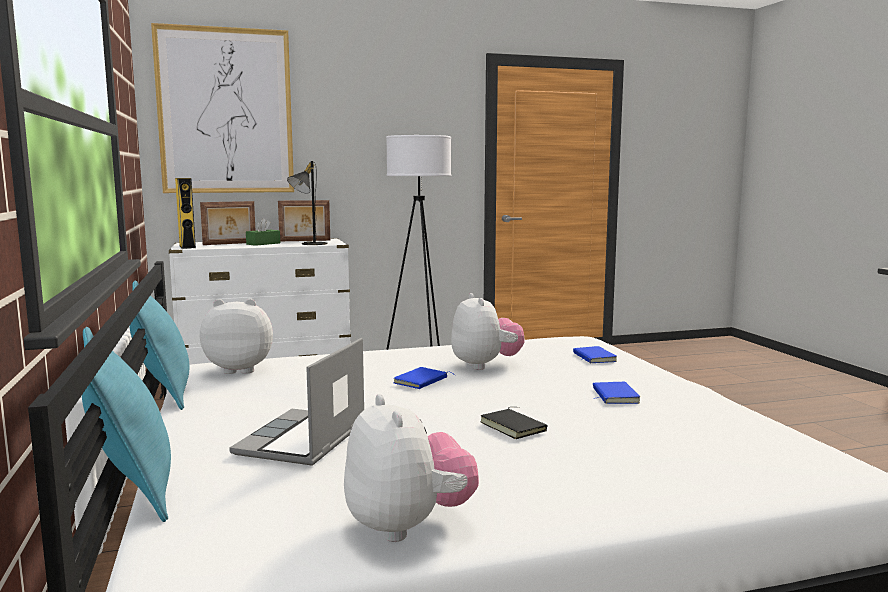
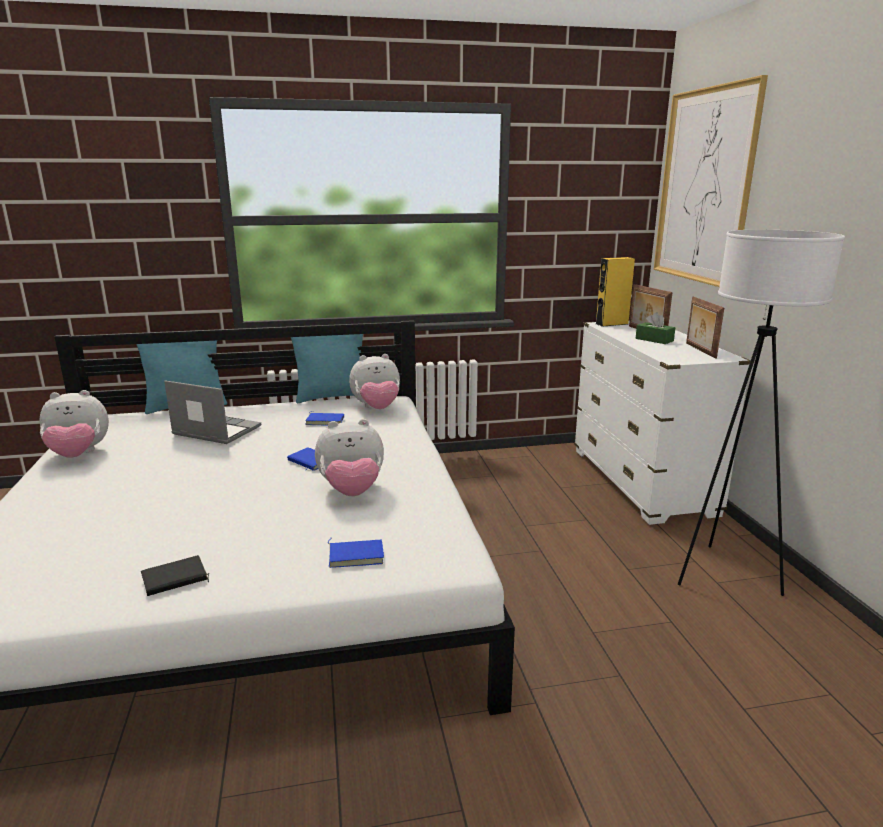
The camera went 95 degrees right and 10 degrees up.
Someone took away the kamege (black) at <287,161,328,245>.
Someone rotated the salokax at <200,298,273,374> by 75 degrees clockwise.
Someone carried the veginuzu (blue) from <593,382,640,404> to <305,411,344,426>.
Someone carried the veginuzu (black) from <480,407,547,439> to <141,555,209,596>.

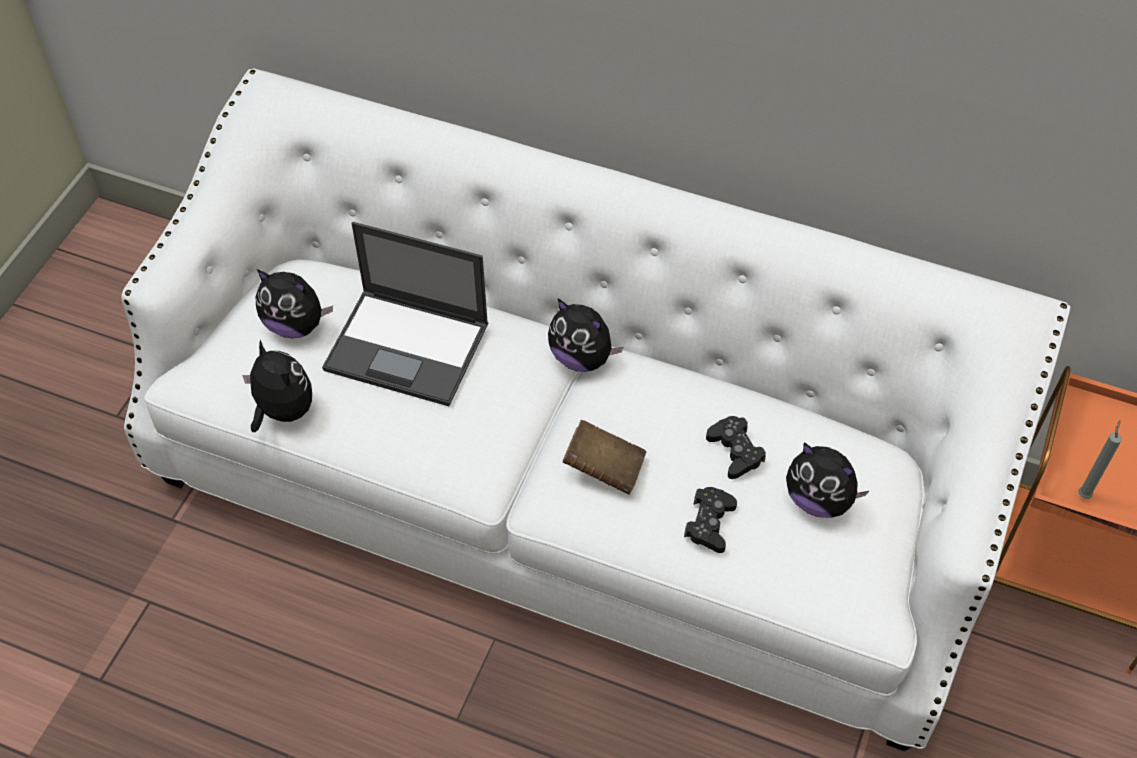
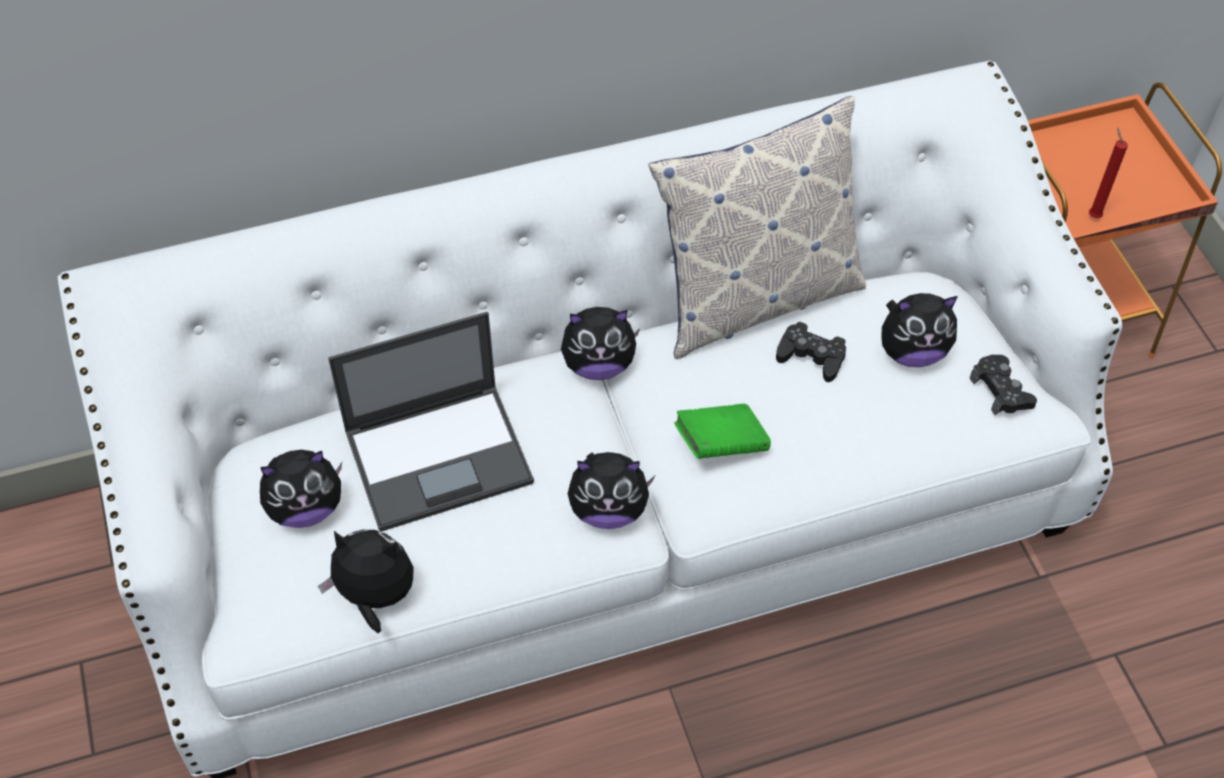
The camera went 40 degrees left and 0 degrees up.
Someone repainted the veginuzu (brown) at <563,420,646,494>, which became the veginuzu (green) at <674,404,771,459>.
Someone repainted the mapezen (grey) at <1078,420,1122,499>, which became the mapezen (red) at <1089,127,1128,218>.
Someone carried the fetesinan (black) from <684,487,737,553> to <970,355,1037,415>.
Someone put down the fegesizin at <648,96,866,359>.
Someone put down the salokax at <568,452,655,529>.

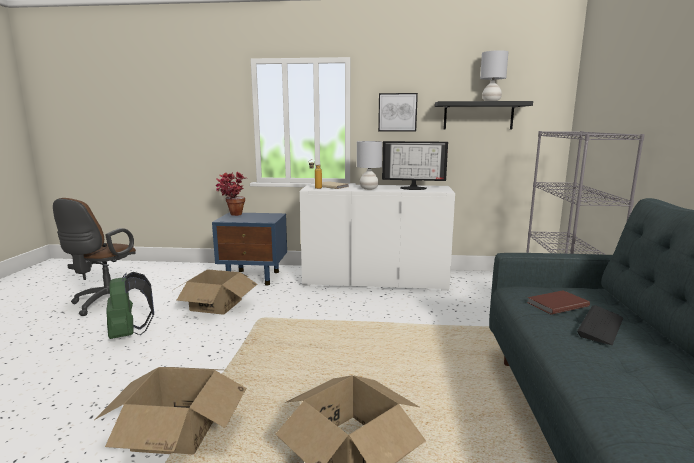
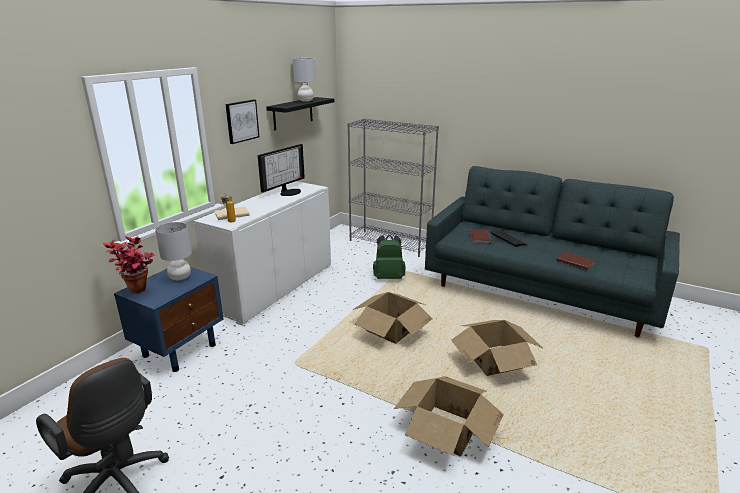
The camera went 65 degrees left and 10 degrees up.
Someone carried the kamege (grey) from <357,141,382,190> to <155,222,192,280>.
Someone carried the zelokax from <173,270,257,315> to <353,292,432,344>.
Someone carried the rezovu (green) from <106,272,154,339> to <373,235,406,279>.
Someone put down the veginuzu (brown) at <556,252,595,270>.

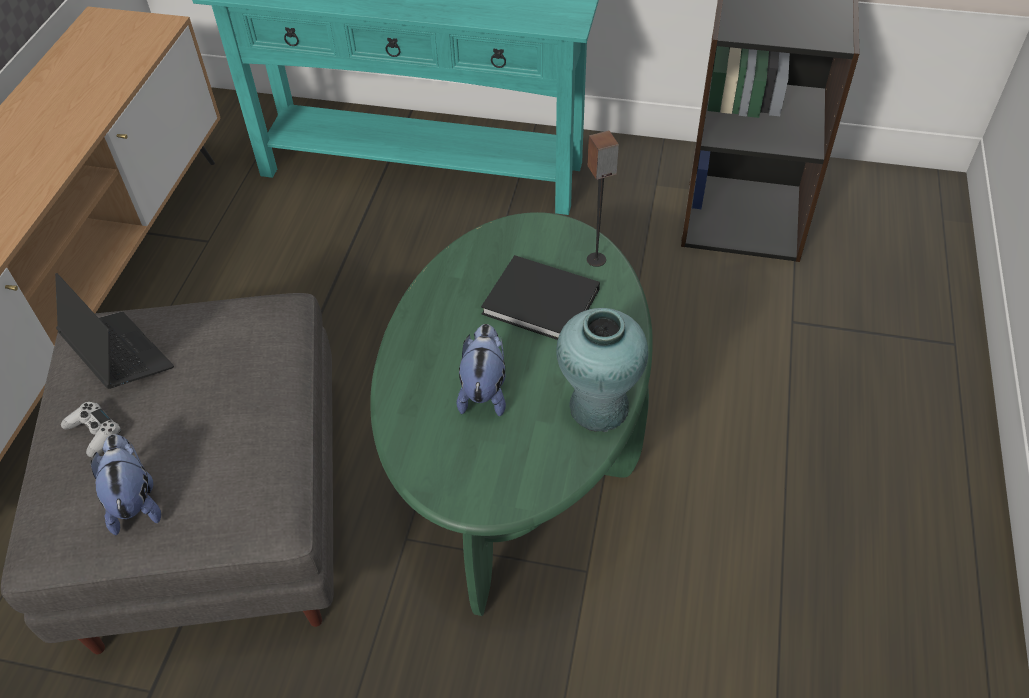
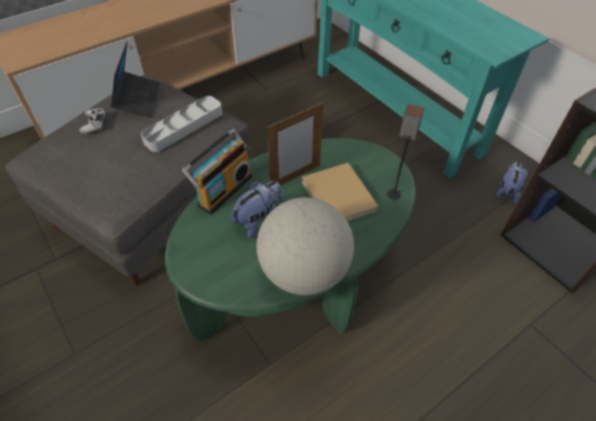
The camera went 40 degrees right and 0 degrees up.
Someone repainted the veginuzu (black) at <481,255,600,340>, which became the veginuzu (beige) at <301,163,378,221>.
Someone swapped the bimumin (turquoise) at <556,308,648,432> for the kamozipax at <257,197,354,295>.
Someone carried the salokax from <91,434,161,535> to <495,162,528,204>.
Someone put down the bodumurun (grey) at <141,96,222,152>.
Someone put down the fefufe at <267,103,323,186>.
Someone put down the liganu at <182,129,252,214>.

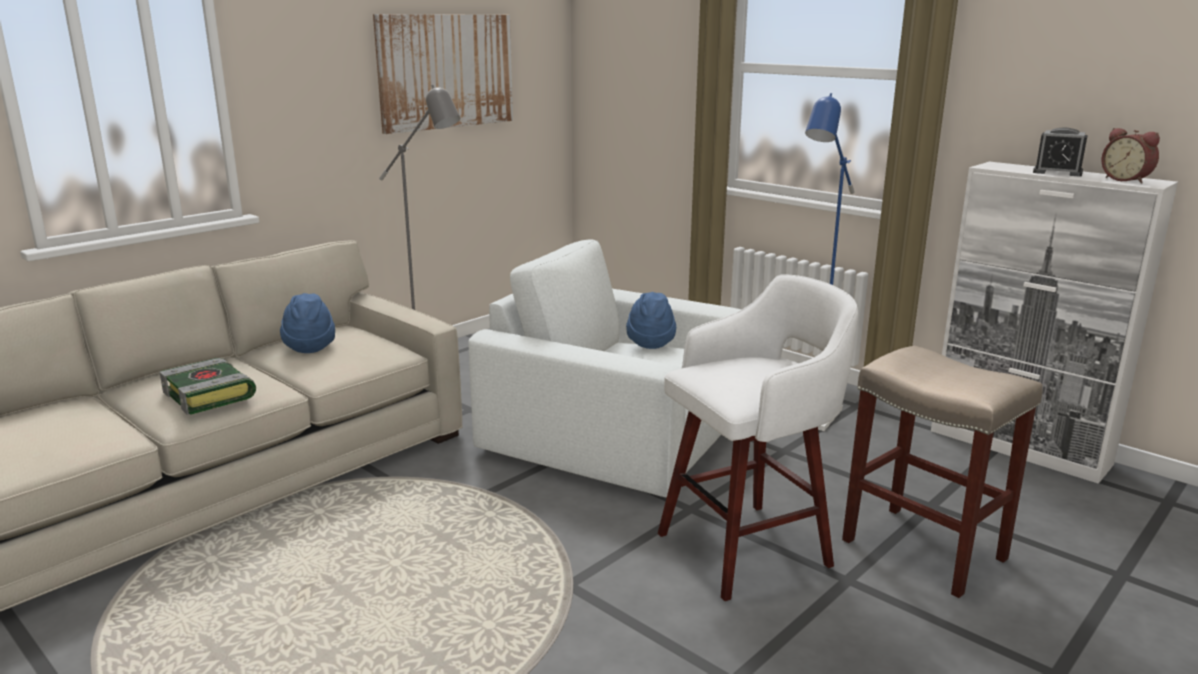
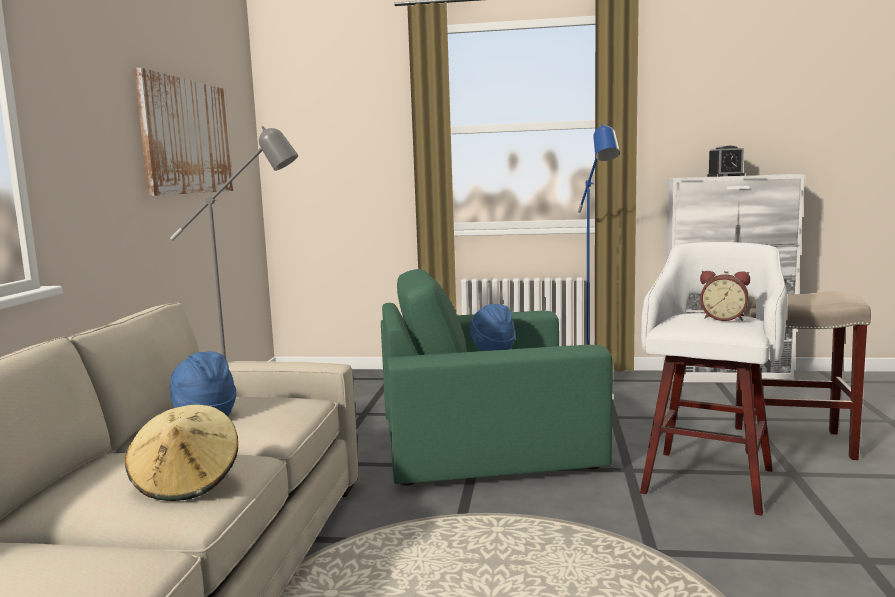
The camera went 35 degrees left and 10 degrees down.
Someone carried the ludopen from <1102,128,1160,183> to <700,271,750,321>.
Someone repainted the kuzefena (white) at <468,240,742,497>, which became the kuzefena (green) at <381,269,612,486>.
Someone swapped the veginuzu at <160,358,256,415> for the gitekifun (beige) at <125,405,238,501>.

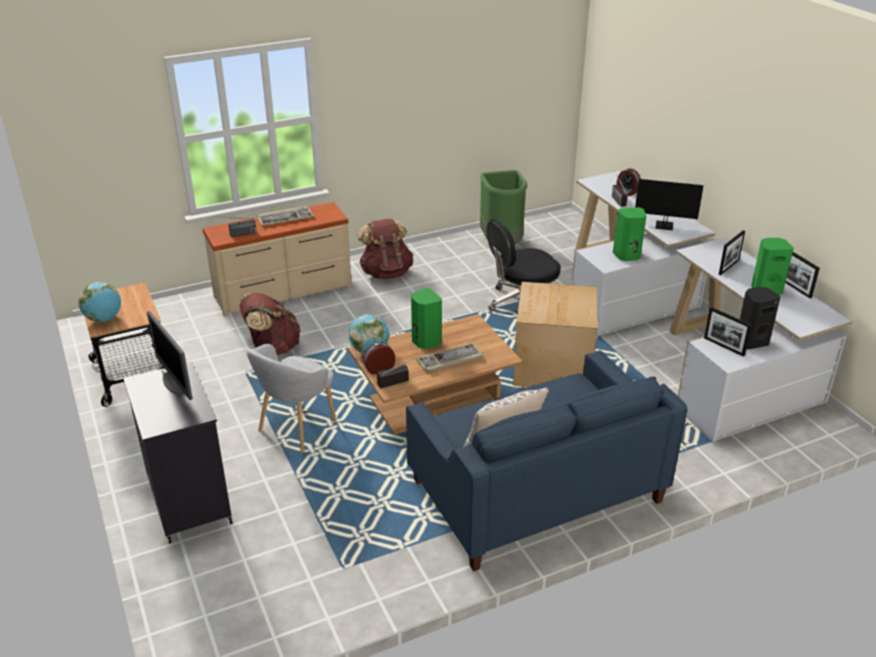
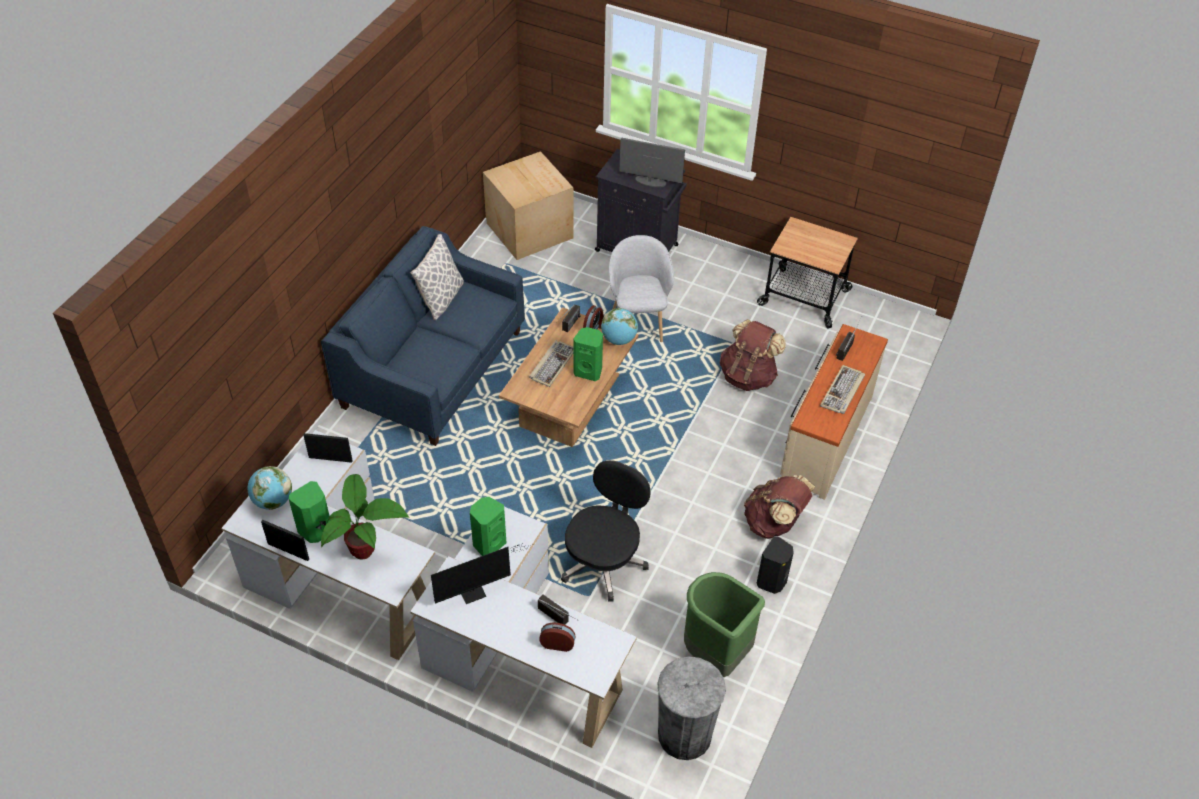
The camera went 140 degrees right and 15 degrees up.
Someone swapped the fefufe at <719,230,745,275> for the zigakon at <321,474,409,560>.
Someone carried the kamozipax from <78,282,121,322> to <248,466,292,510>.
Someone carried the zelokax from <513,282,598,387> to <483,151,574,260>.
Someone carried the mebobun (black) from <740,287,781,349> to <757,537,794,594>.
Someone put down the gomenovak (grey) at <657,657,726,760>.

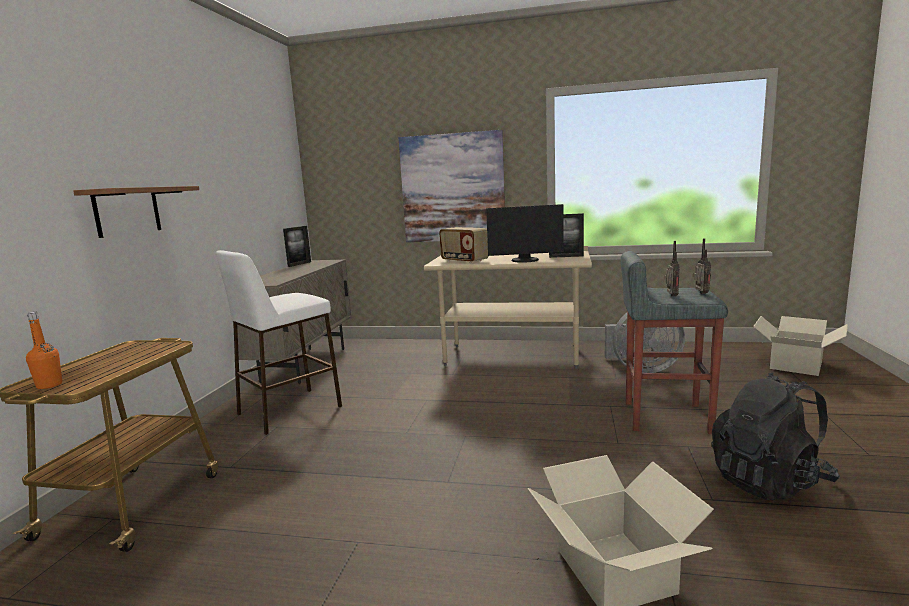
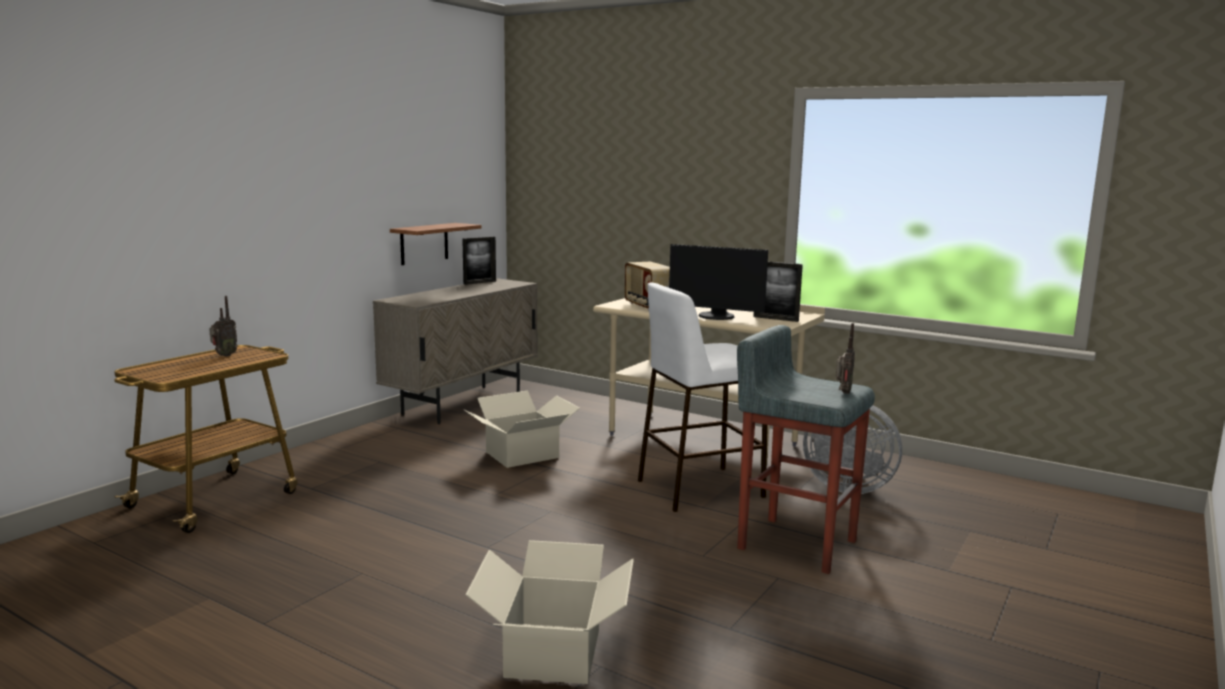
The camera went 20 degrees right and 0 degrees up.
Someone took away the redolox at <399,130,505,242>.
Someone carried the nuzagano from <73,186,199,238> to <390,223,481,265>.
Someone carried the liganu from <664,241,680,297> to <209,296,238,357>.
Someone carried the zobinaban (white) from <216,250,342,435> to <638,283,768,512>.
Someone took away the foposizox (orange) at <26,312,62,389>.
Someone carried the zelokax from <753,316,848,376> to <464,391,580,468>.
Someone took away the rezovu (black) at <711,373,840,500>.

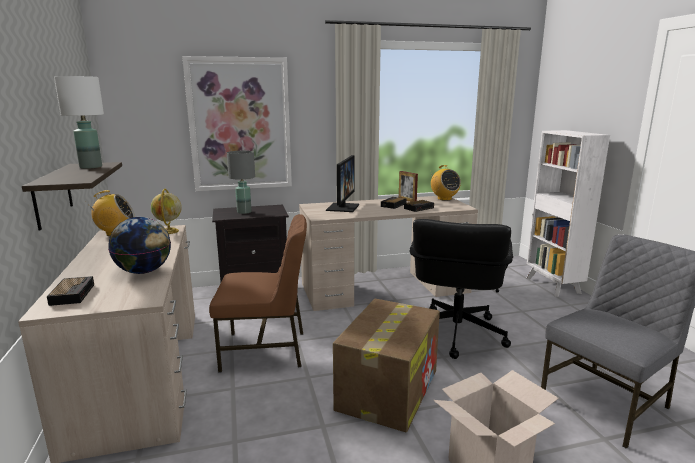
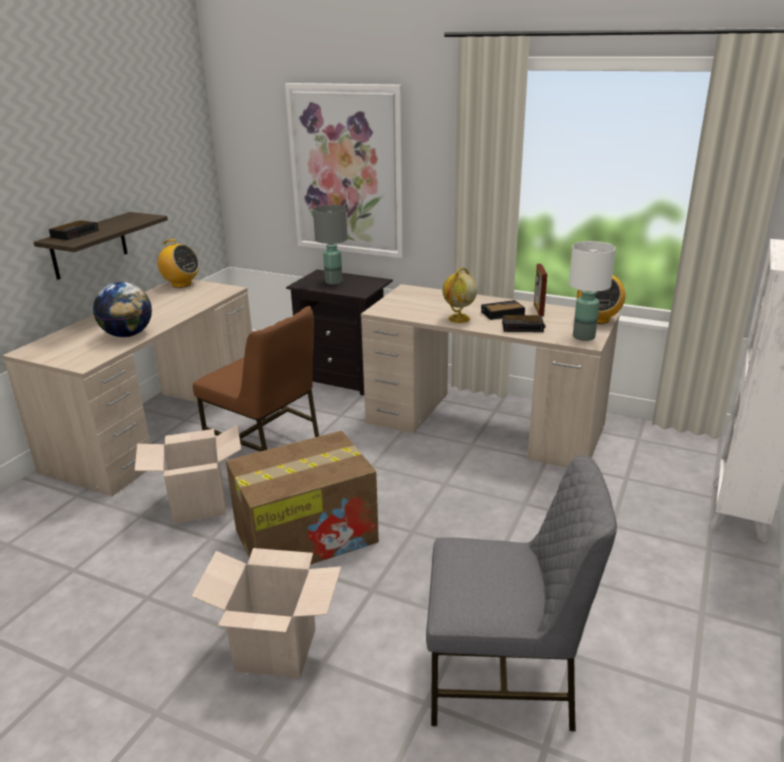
The camera went 40 degrees right and 10 degrees up.
Someone carried the kamege (white) from <54,76,104,169> to <569,241,616,341>.
Someone took away the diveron at <326,155,359,212>.
Someone carried the kamozipax from <151,189,182,234> to <442,268,477,323>.
Someone took away the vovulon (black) at <410,219,513,359>.
Someone carried the ludopen from <47,276,94,306> to <49,220,99,240>.
Someone put down the zelokax at <135,425,241,524>.

